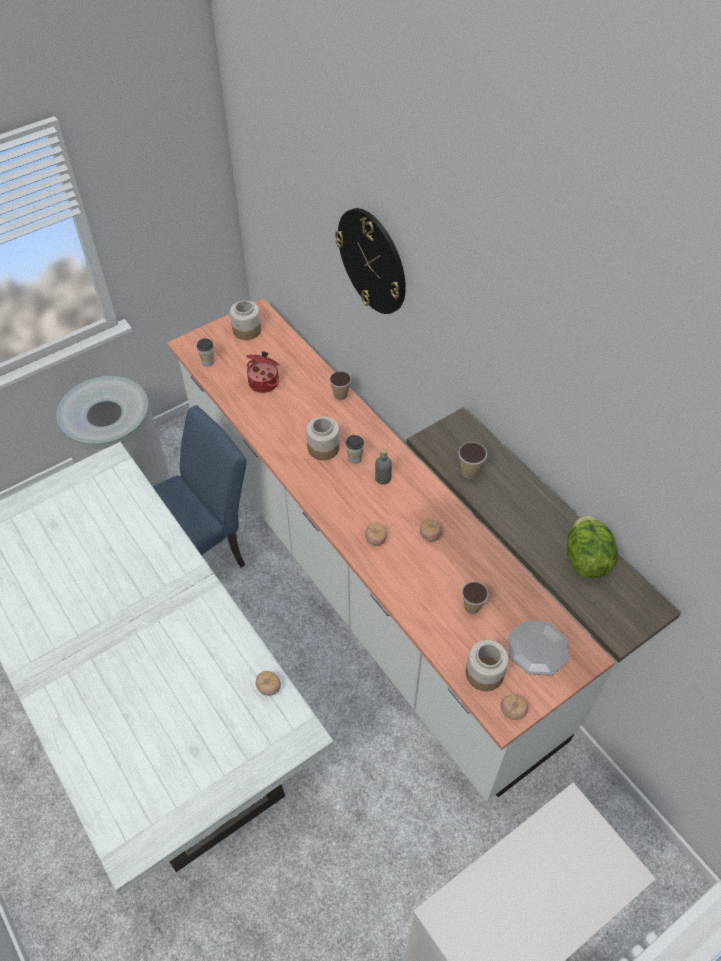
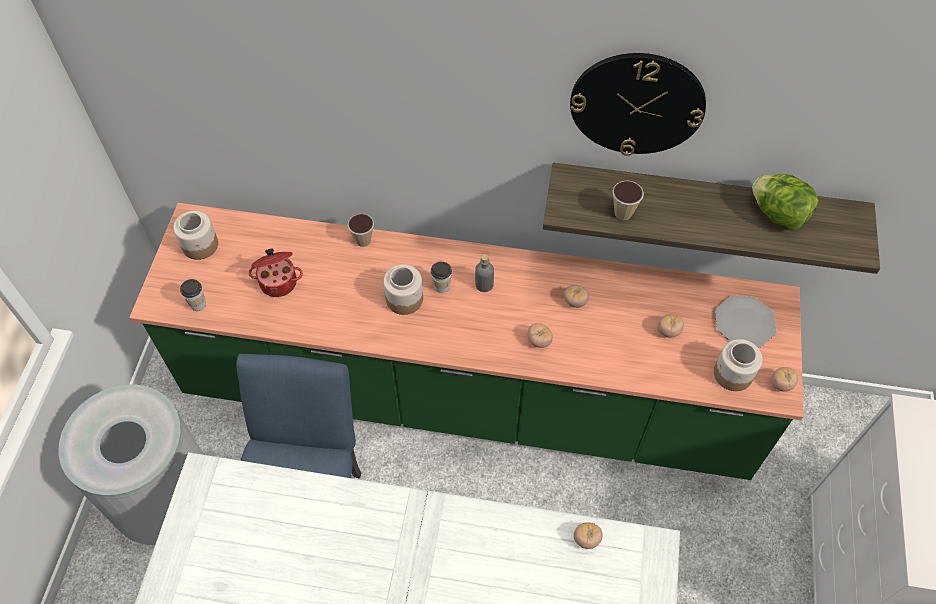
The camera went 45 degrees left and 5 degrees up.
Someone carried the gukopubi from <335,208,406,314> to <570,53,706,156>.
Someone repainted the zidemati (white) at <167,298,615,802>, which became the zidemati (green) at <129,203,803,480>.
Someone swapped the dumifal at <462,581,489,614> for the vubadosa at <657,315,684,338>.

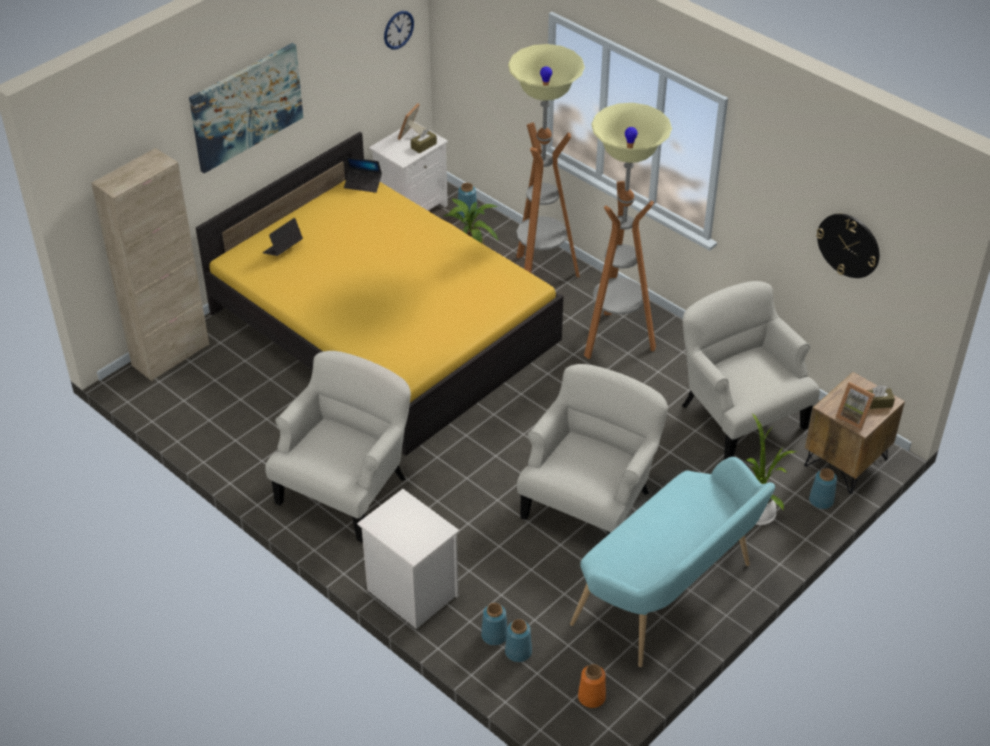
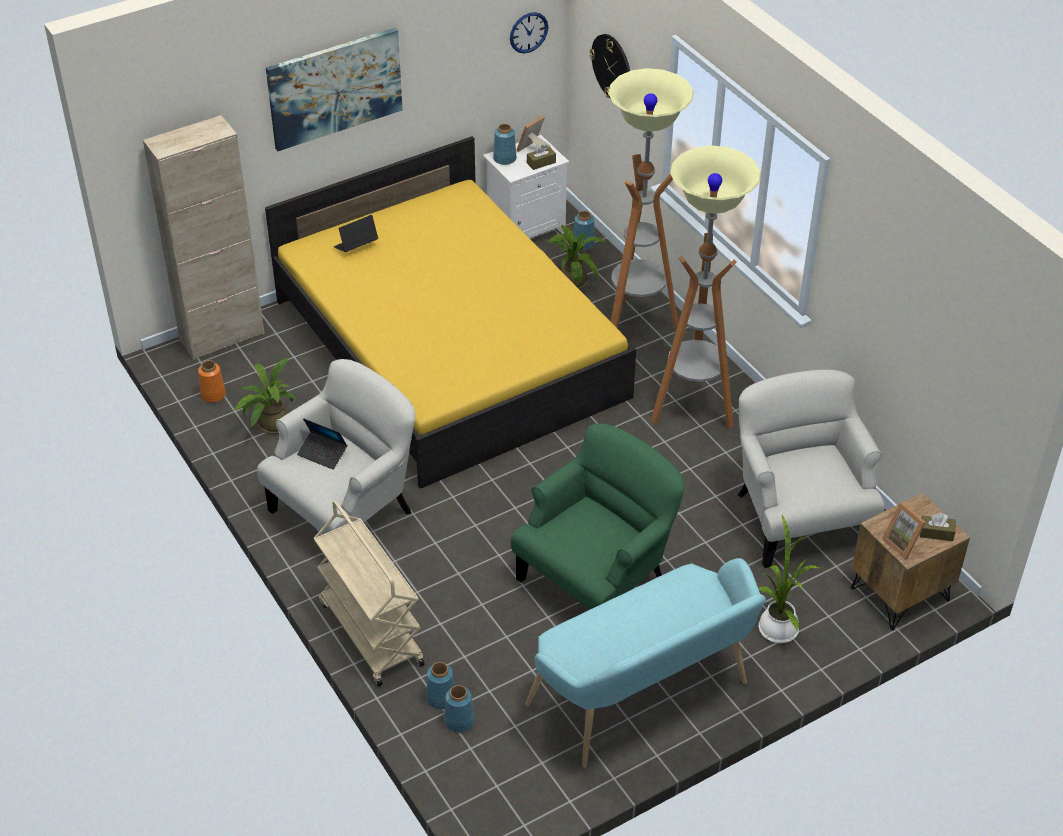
The camera went 15 degrees right and 0 degrees up.
Someone carried the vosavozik from <344,157,382,193> to <297,418,347,470>.
Someone carried the gukopubi from <816,214,879,278> to <590,34,630,99>.
Someone repainted the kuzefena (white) at <517,364,668,536>, which became the kuzefena (green) at <511,423,685,610>.
Someone carried the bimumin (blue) from <809,468,837,509> to <493,124,516,165>.
Someone swapped the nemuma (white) at <357,489,459,629> for the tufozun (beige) at <313,500,425,687>.
Someone carried the bimumin (orange) from <578,664,606,708> to <198,360,226,403>.
Someone put down the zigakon at <234,358,296,434>.

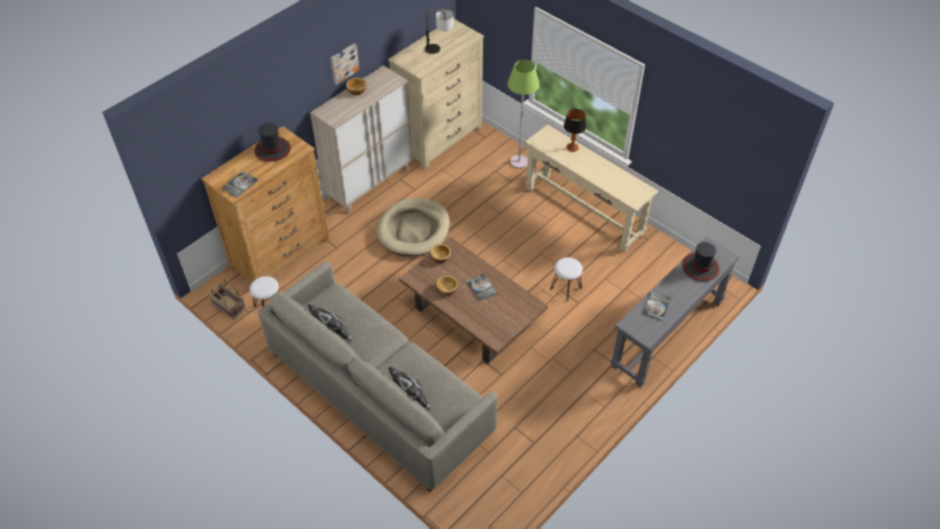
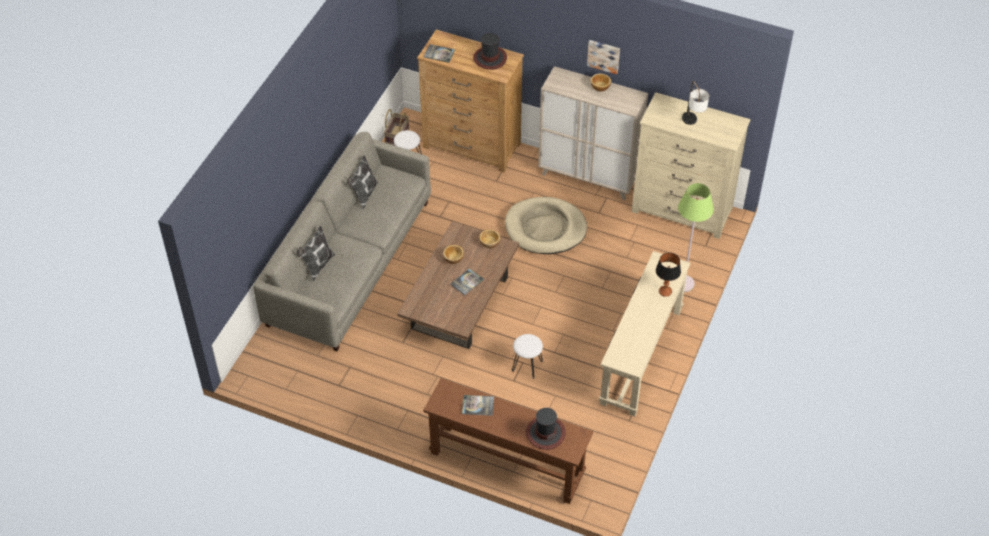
The camera went 70 degrees right and 0 degrees up.
Someone repainted the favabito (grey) at <610,236,740,387>, which became the favabito (brown) at <423,378,593,504>.

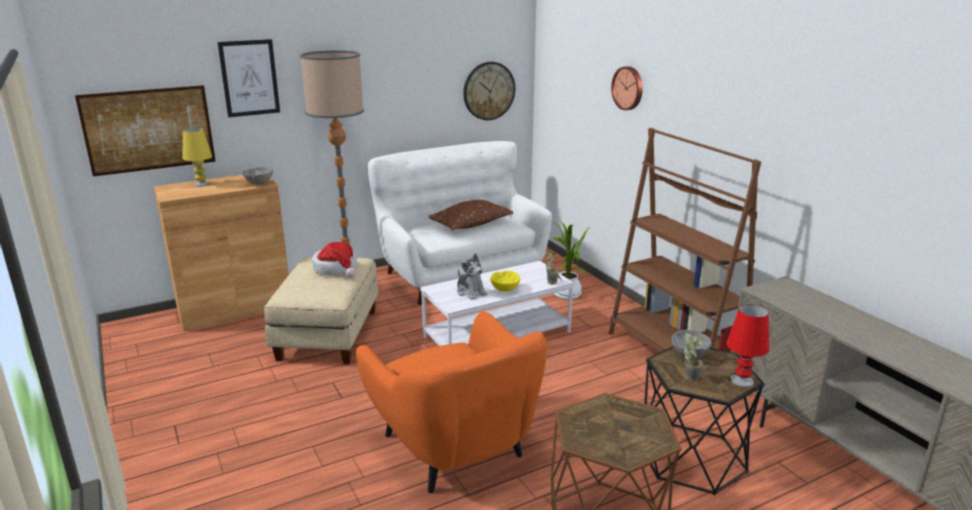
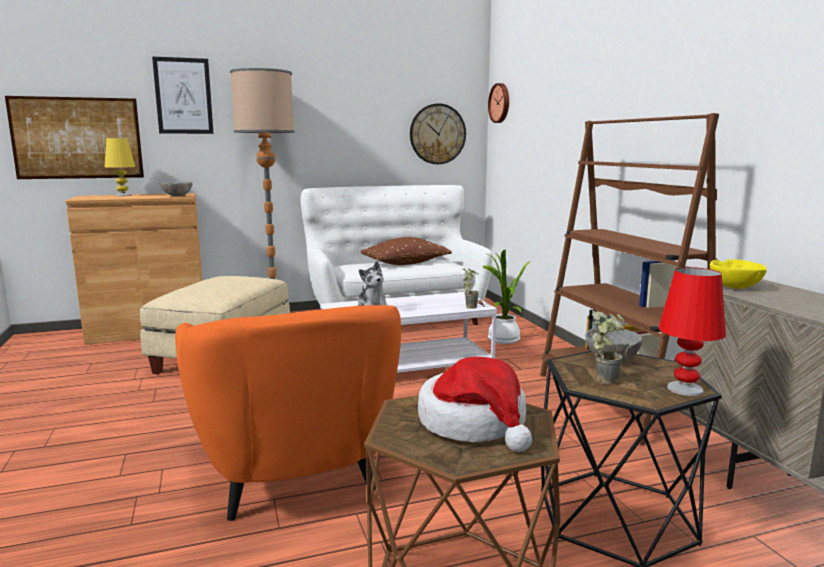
The camera went 10 degrees right and 10 degrees down.
Someone carried the gukopubi from <611,66,643,110> to <488,83,509,123>.
Someone carried the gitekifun from <312,242,357,278> to <418,357,532,452>.
Someone carried the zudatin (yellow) from <490,271,520,292> to <710,259,767,289>.

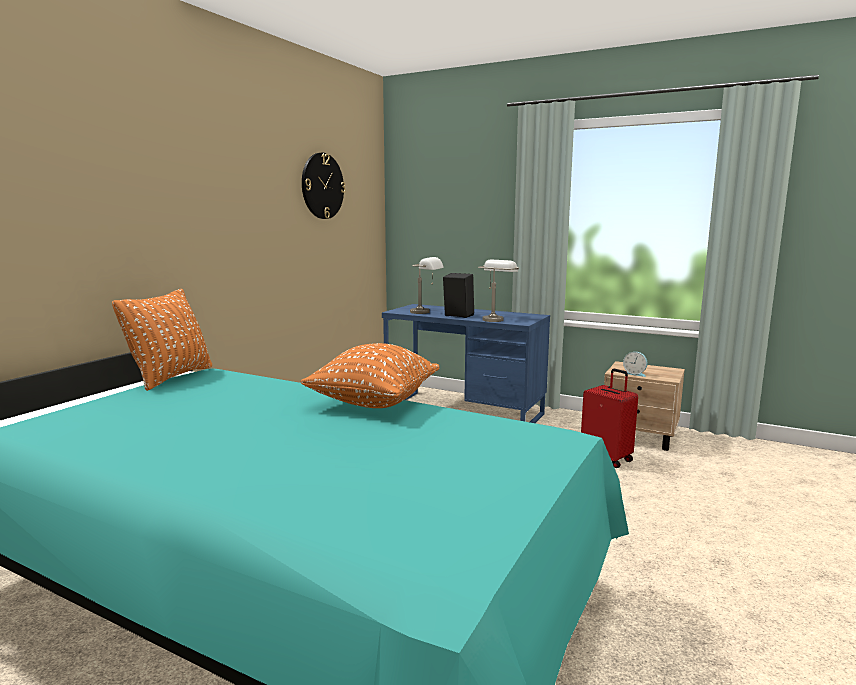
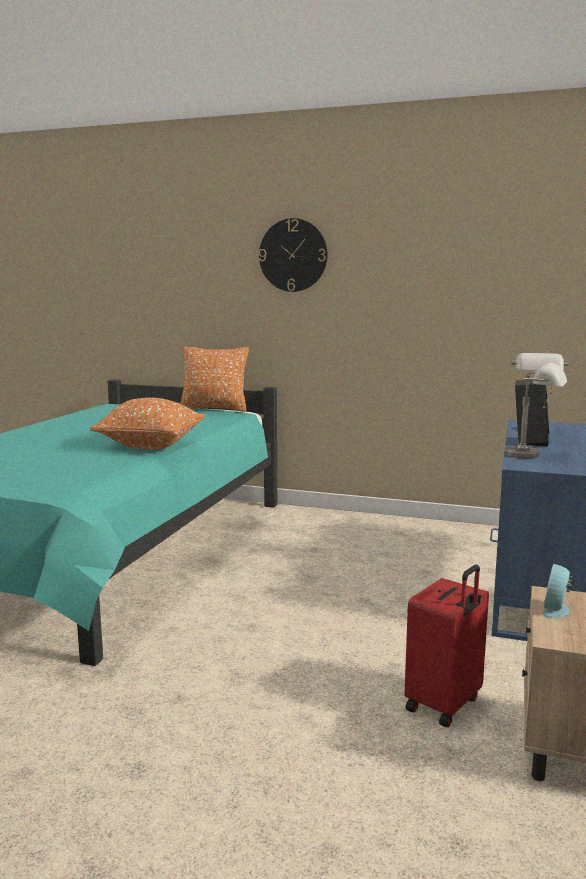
The camera went 80 degrees right and 0 degrees up.
Someone carried the gukopubi from <302,153,346,219> to <259,218,327,292>.

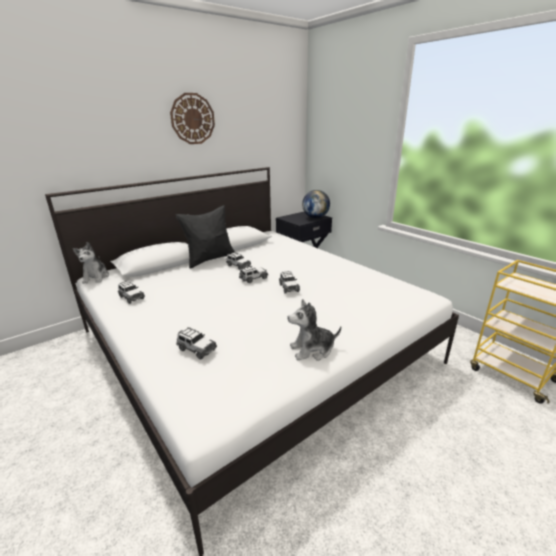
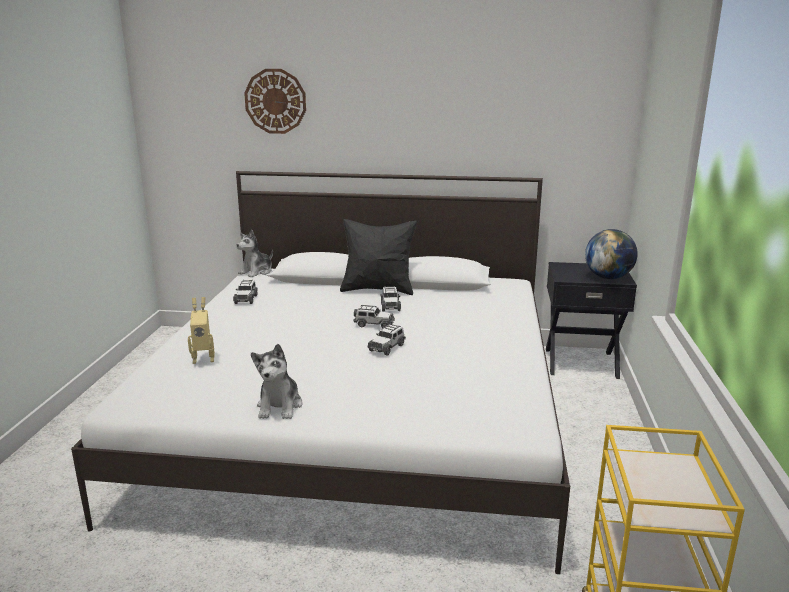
The camera went 45 degrees right and 5 degrees down.
Someone carried the gukopubi from <170,93,215,144> to <244,69,306,134>.
Someone rotated the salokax at <288,299,341,361> by 120 degrees counterclockwise.
Someone swapped the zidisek at <176,327,217,359> for the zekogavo at <188,297,215,364>.

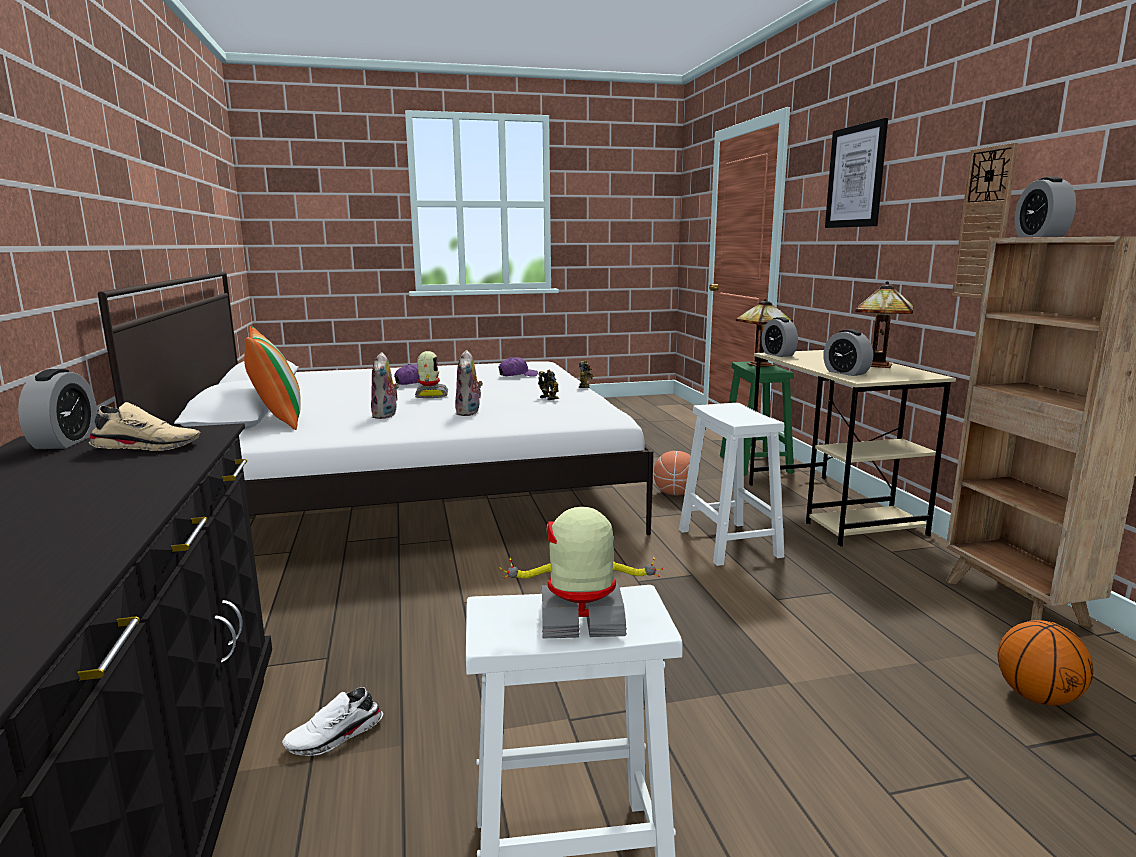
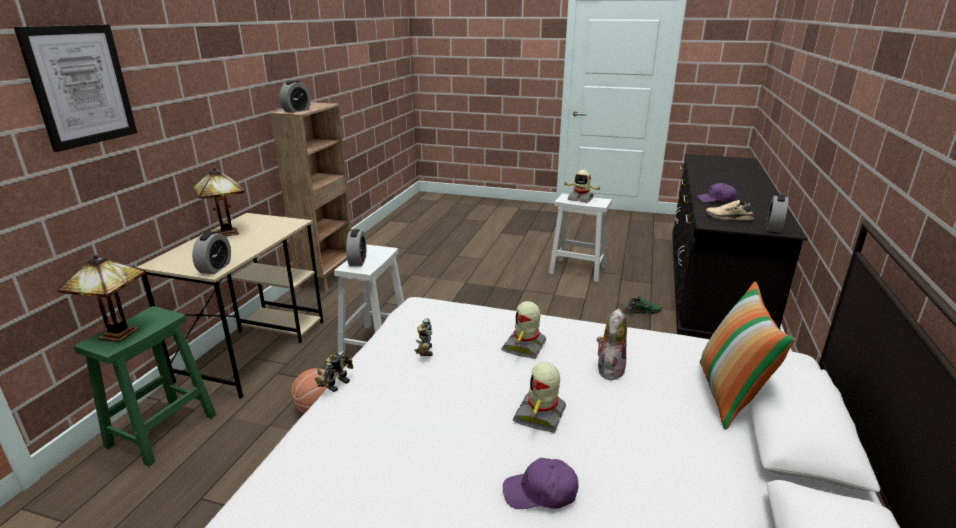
The camera went 150 degrees left and 10 degrees up.
Someone took away the gukopubi at <952,143,1019,298>.
Someone carried the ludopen from <823,329,873,376> to <346,229,366,266>.
Someone swapped the salokax at <455,350,483,416> for the zekogavo at <501,301,546,359>.
Someone carried the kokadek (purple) from <499,357,538,377> to <697,183,737,202>.
Someone took away the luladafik at <997,620,1094,706>.
Someone repainted the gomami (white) at <282,687,383,756>, which became the gomami (green) at <624,296,662,314>.

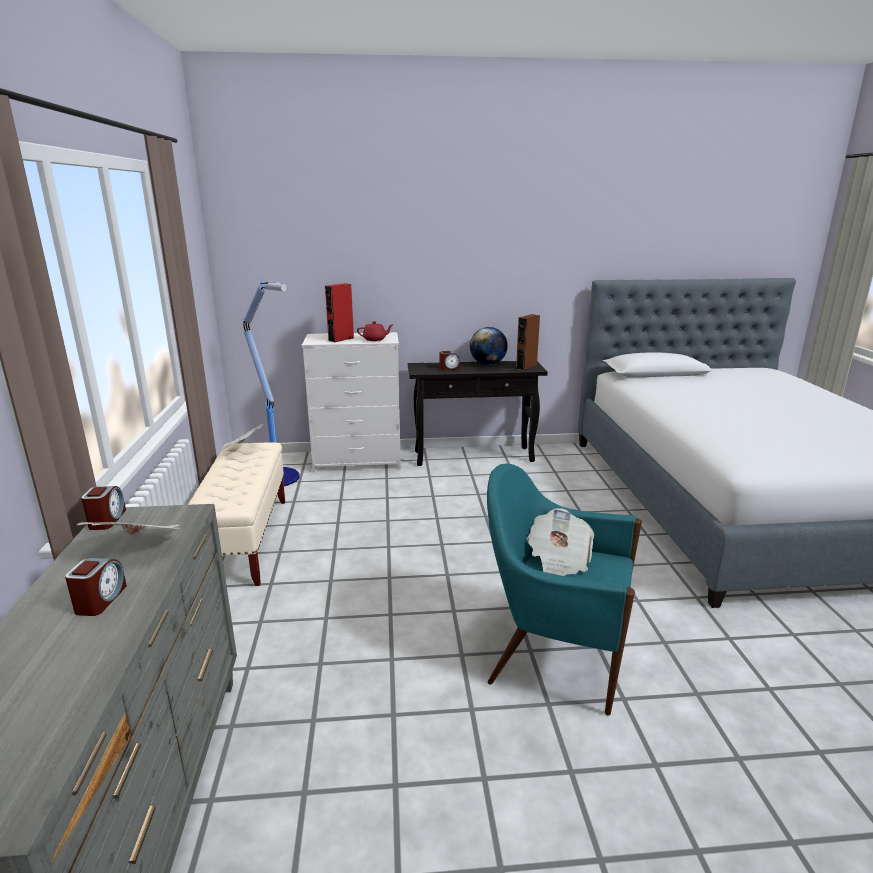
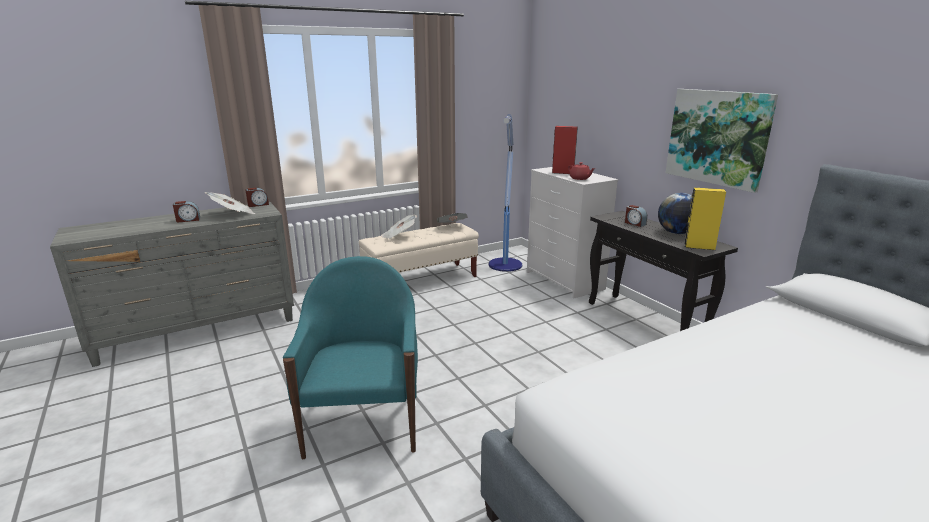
The camera went 65 degrees right and 0 degrees up.
Someone repainted the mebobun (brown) at <516,314,540,371>, which became the mebobun (yellow) at <684,188,726,250>.
Someone carried the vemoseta from <527,508,594,576> to <381,215,417,239>.
Someone put up the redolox at <665,89,778,193>.

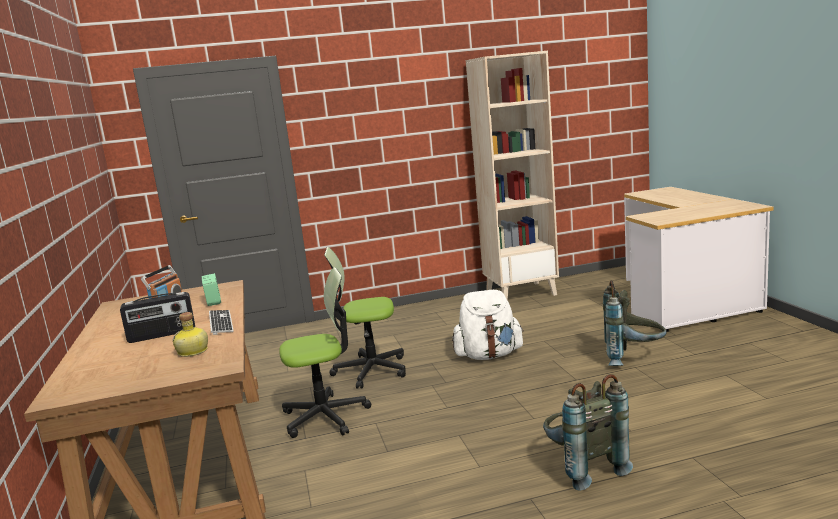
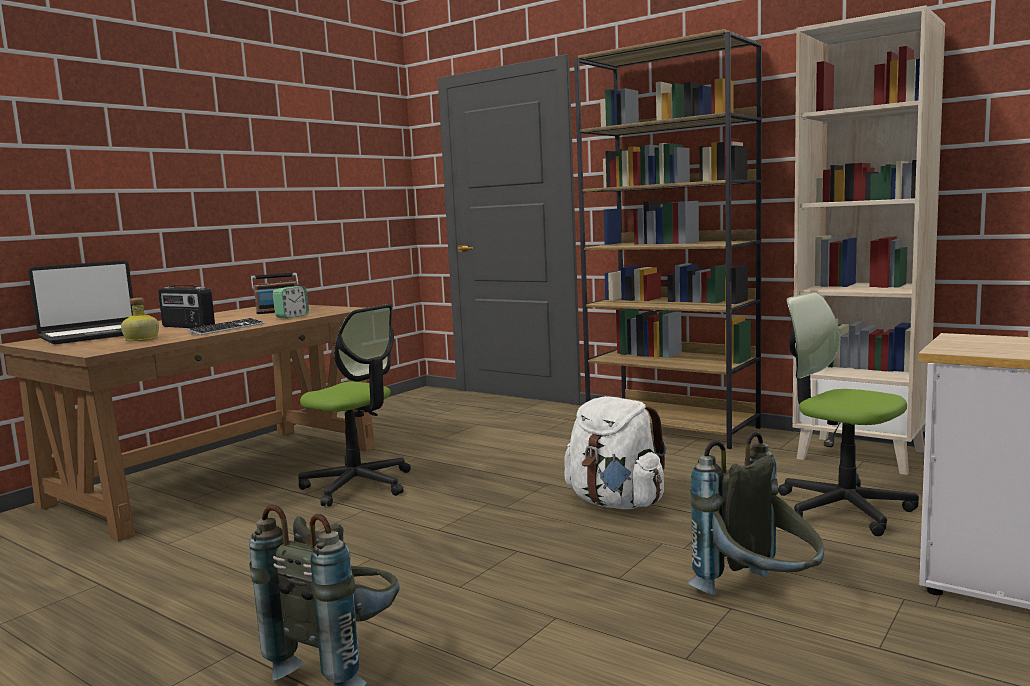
The camera went 50 degrees right and 5 degrees down.
Someone carried the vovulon from <324,247,406,389> to <778,292,919,536>.
Someone put down the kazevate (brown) at <574,29,762,449>.
Someone put down the vosavozik at <28,260,133,344>.

